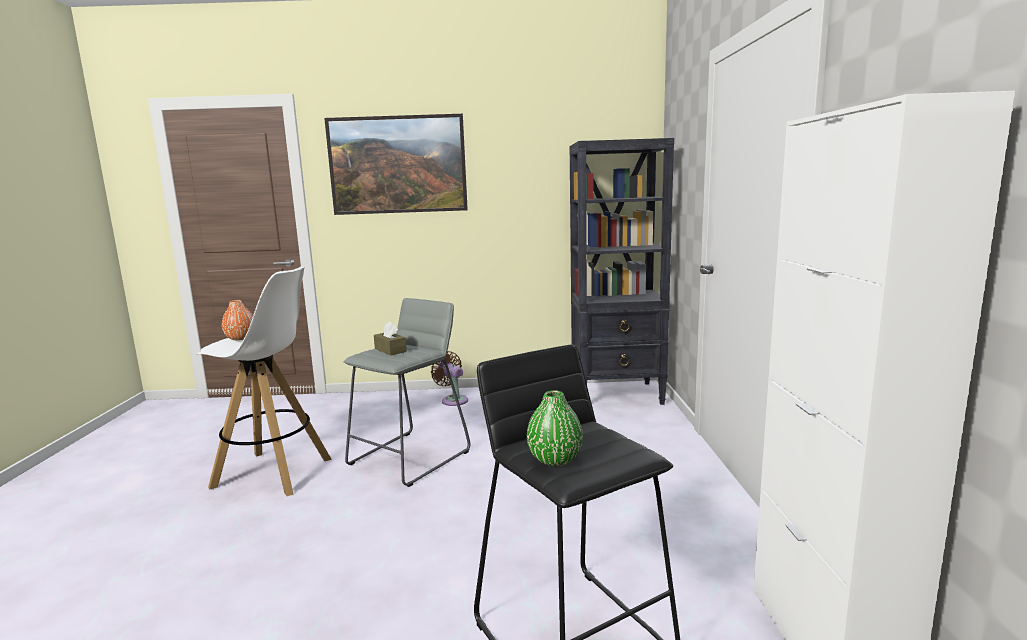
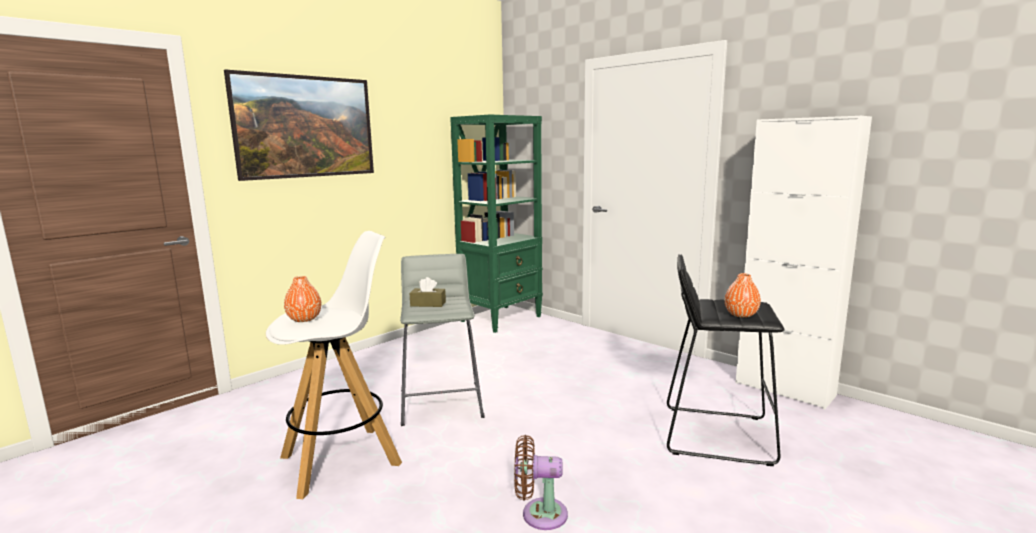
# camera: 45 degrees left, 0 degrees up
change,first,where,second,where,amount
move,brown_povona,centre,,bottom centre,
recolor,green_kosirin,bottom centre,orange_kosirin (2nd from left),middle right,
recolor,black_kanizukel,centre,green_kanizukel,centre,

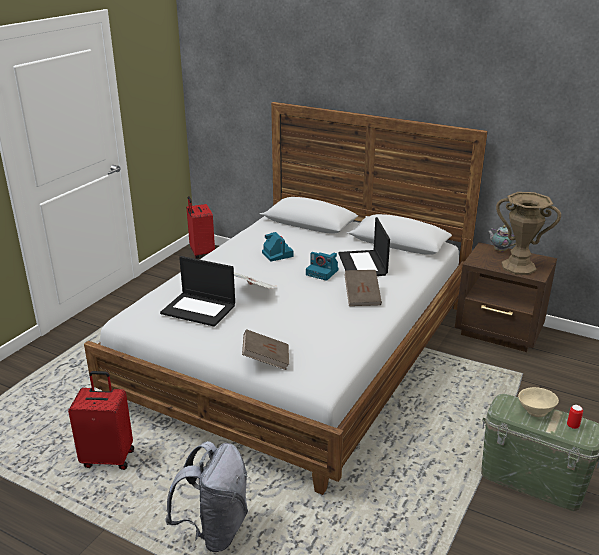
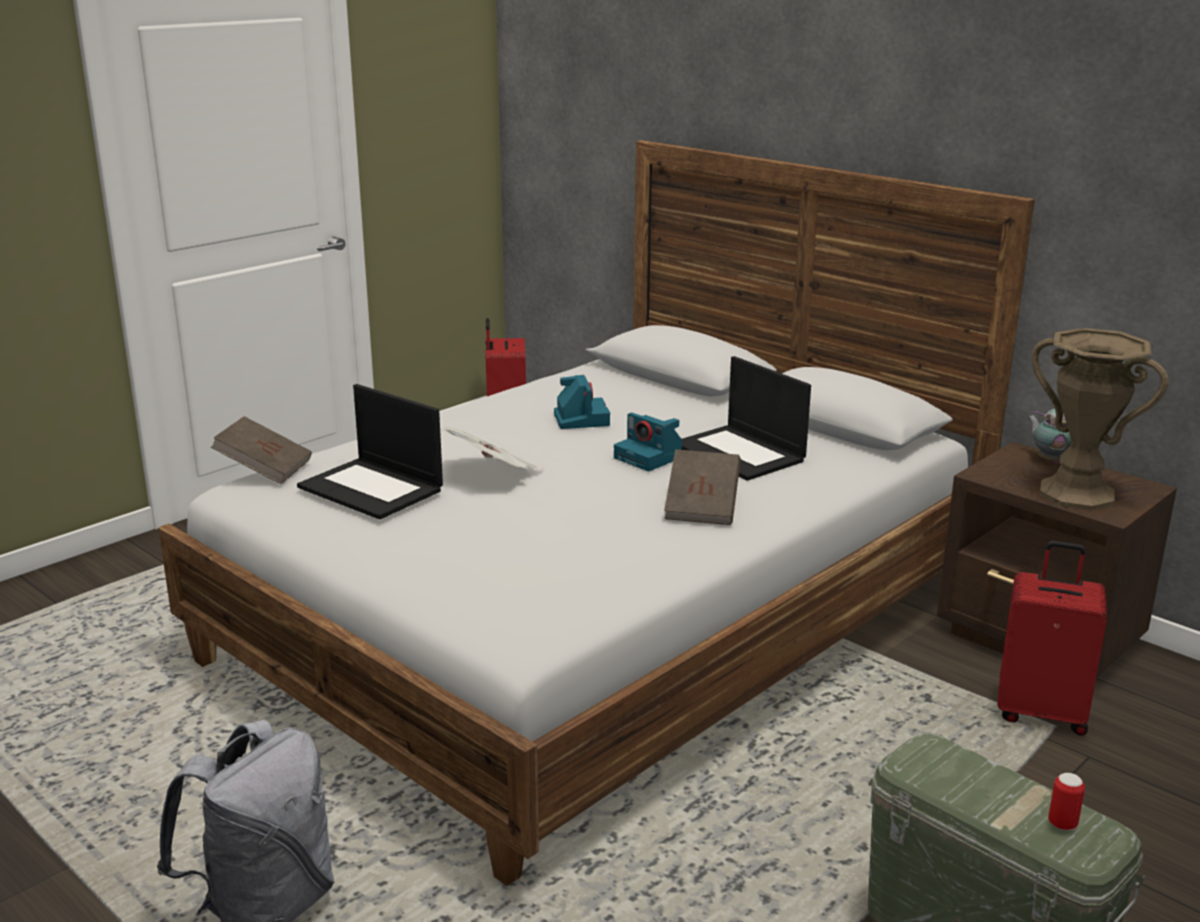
# camera: 15 degrees right, 5 degrees down
change,first,where,second,where,amount
move,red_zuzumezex (1st from left in the first image),bottom left,red_zuzumezex (2nd from left),bottom right,
move,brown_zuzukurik (1st from left),centre,,middle left,
rotate,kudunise (2nd from left),centre,,centre,45 degrees counterclockwise
delete,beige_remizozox,bottom right,,,

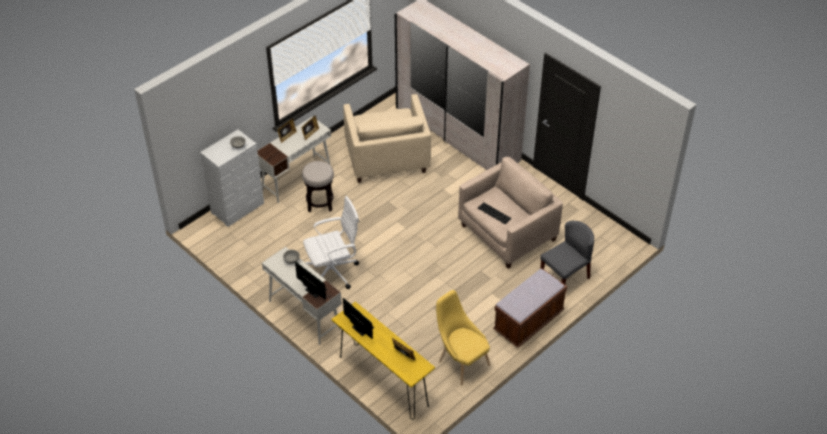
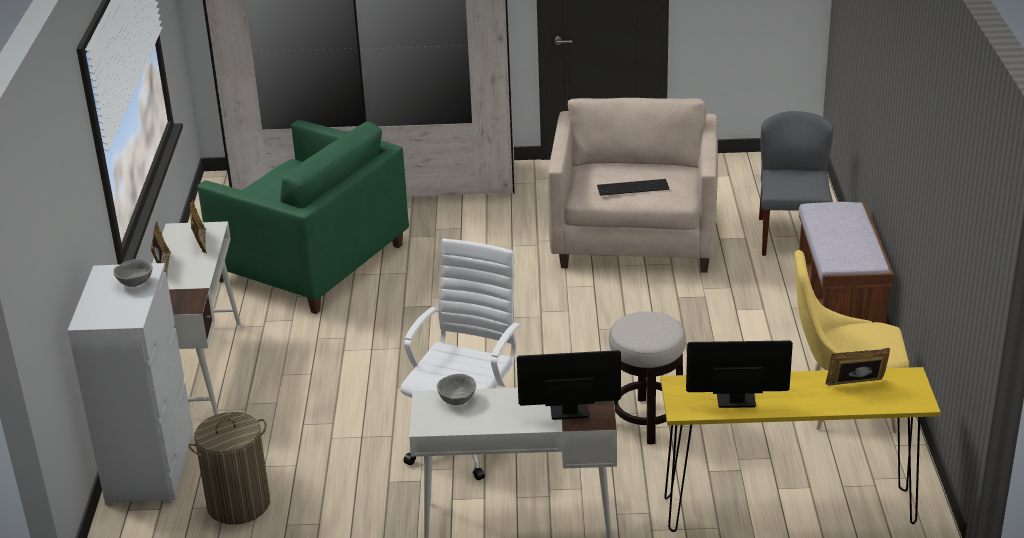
# camera: 45 degrees left, 15 degrees down
change,first,where,second,where,amount
move,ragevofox,centre,,bottom centre,
recolor,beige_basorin (1st from left),top centre,green_basorin,middle left,
insert,,,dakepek,bottom left,

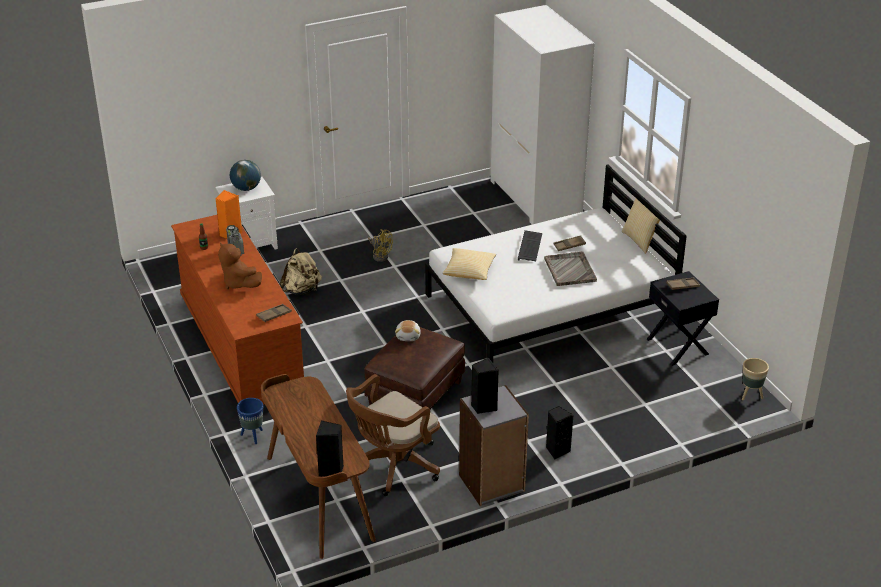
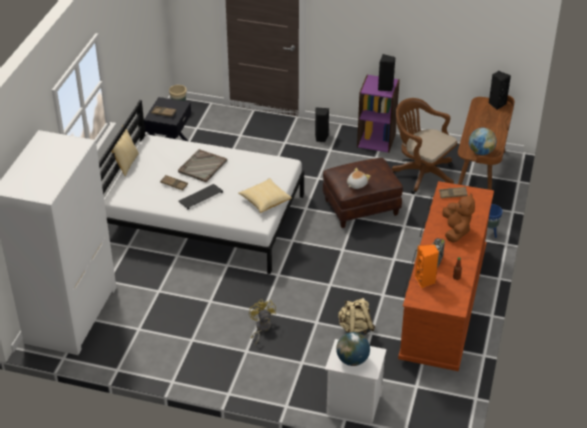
# camera: 140 degrees left, 5 degrees up
change,first,where,second,where,amount
rotate,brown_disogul,bottom centre,,middle right,135 degrees counterclockwise
recolor,grey_kanizukel,bottom centre,purple_kanizukel,top centre,
insert,,,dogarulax (2nd from left),top right,

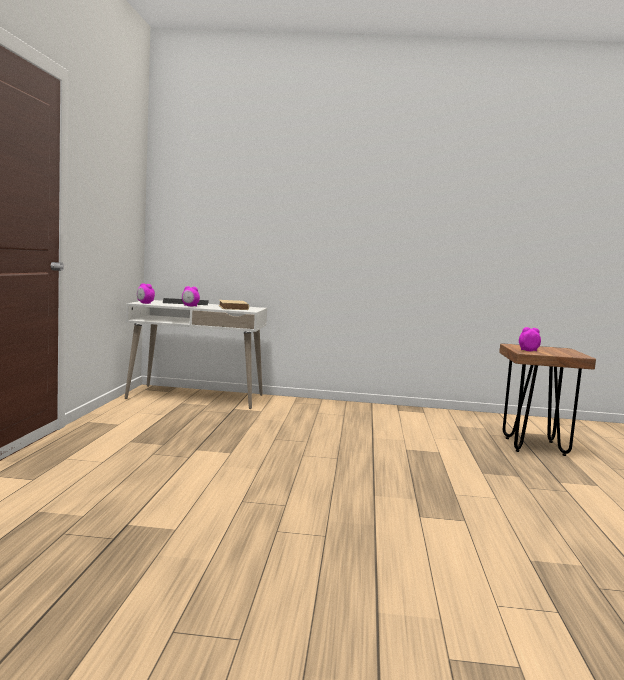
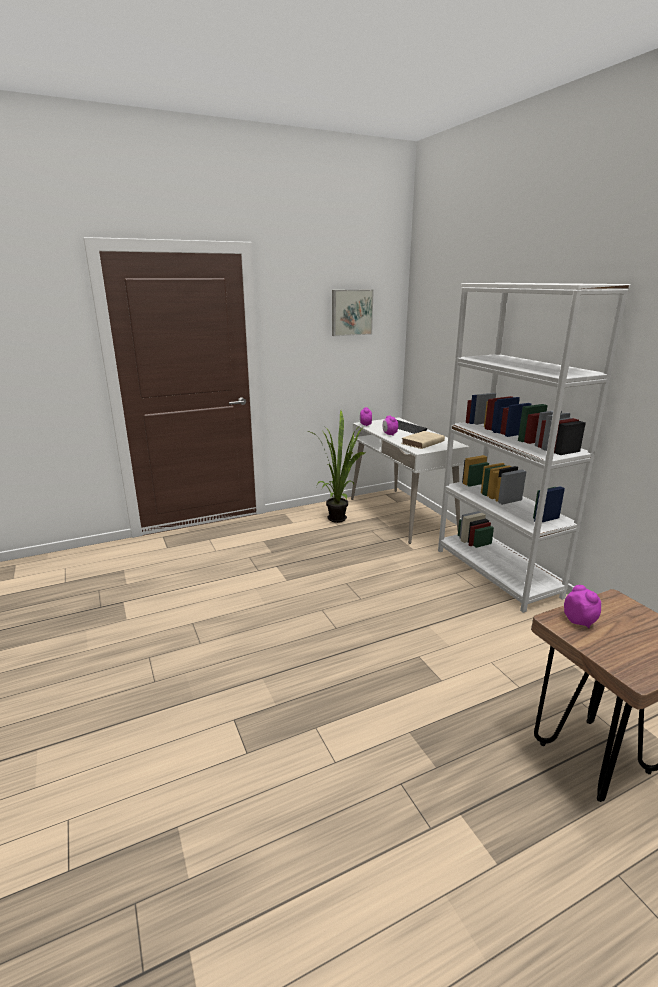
# camera: 60 degrees right, 15 degrees up
change,first,where,second,where,amount
insert,,,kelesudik,centre,
insert,,,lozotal,top centre,
insert,,,white_kanizukel,middle right,

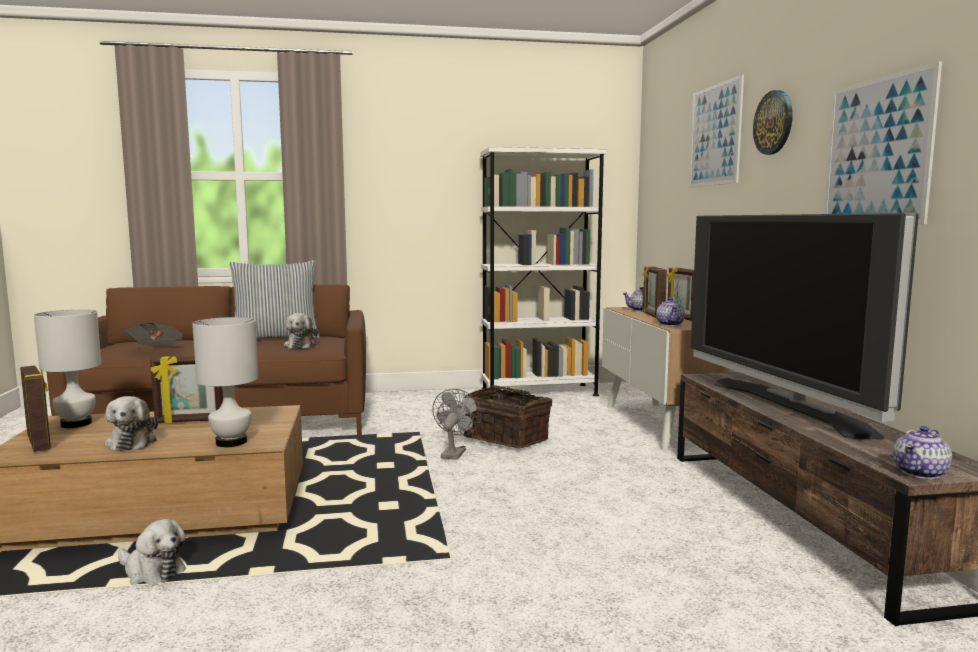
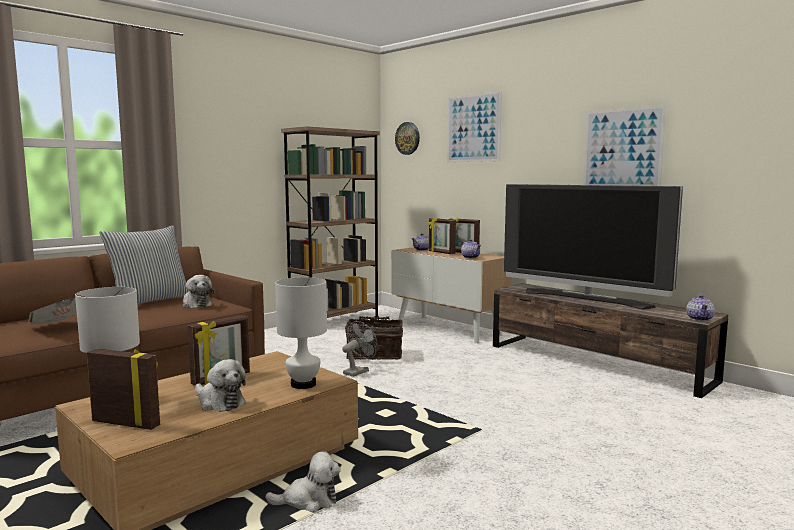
# camera: 35 degrees left, 0 degrees up
change,first,where,second,where,amount
rotate,grey_povona,centre,,centre,60 degrees clockwise
recolor,white_kanizukel,centre,brown_kanizukel,centre,
move,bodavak,top right,,top centre,

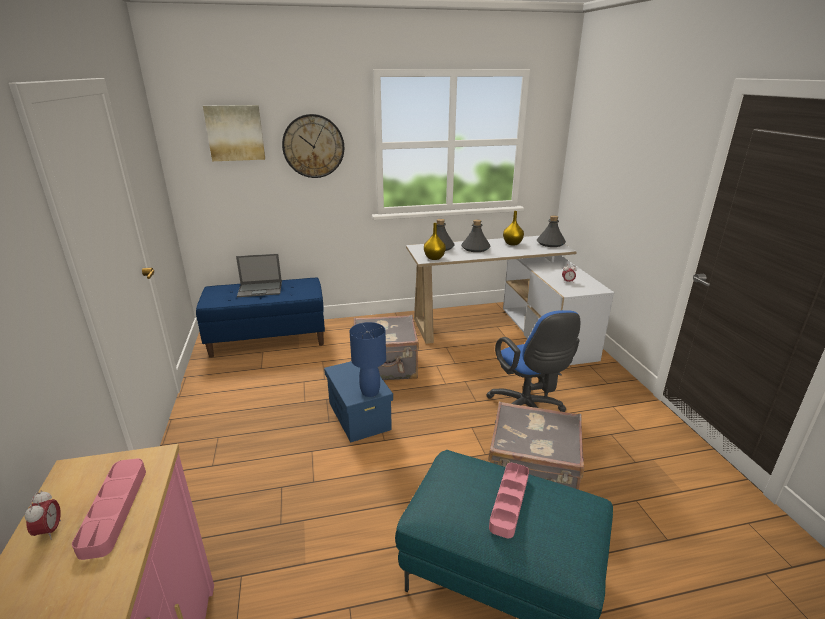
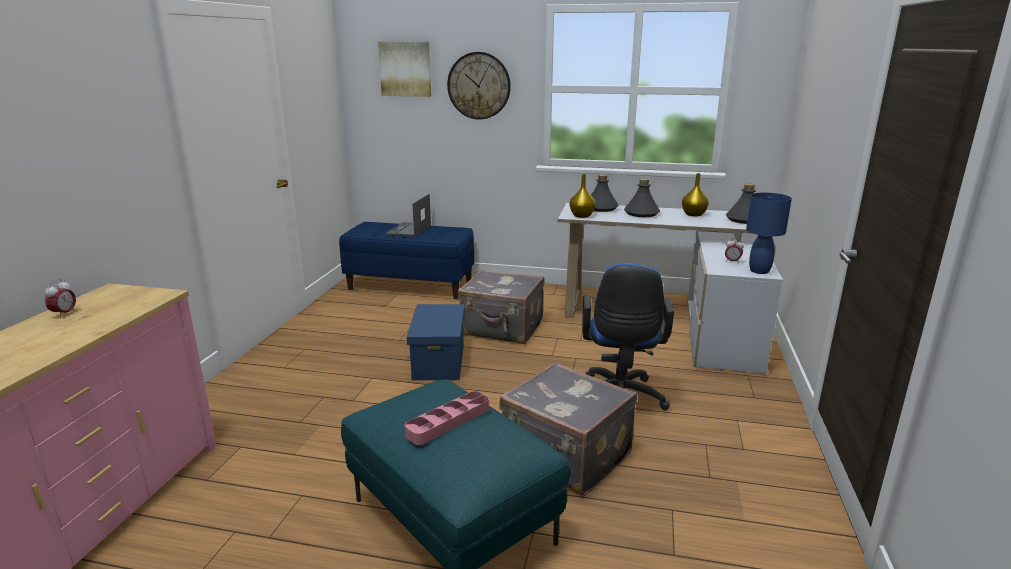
# camera: 25 degrees right, 5 degrees down
change,first,where,second,where,amount
delete,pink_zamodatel (1st from left),bottom left,,,
rotate,kudunise,middle left,,centre,90 degrees clockwise
move,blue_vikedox,centre,,middle right,

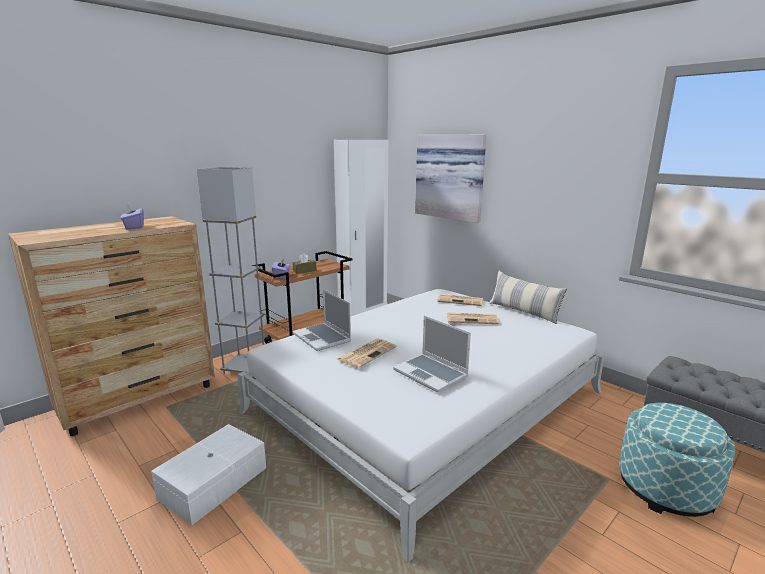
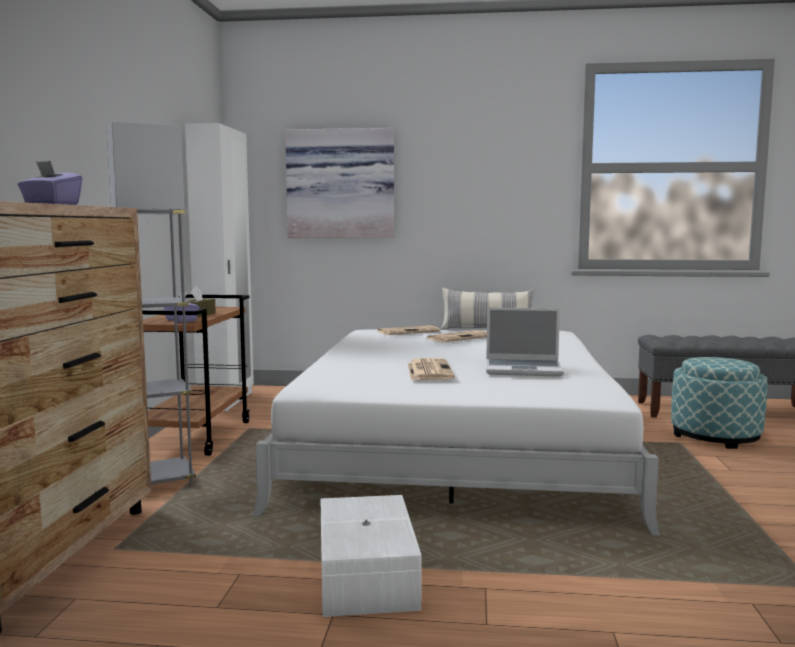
# camera: 40 degrees left, 10 degrees down
change,first,where,second,where,amount
delete,kudunise (1st from left),centre,,,

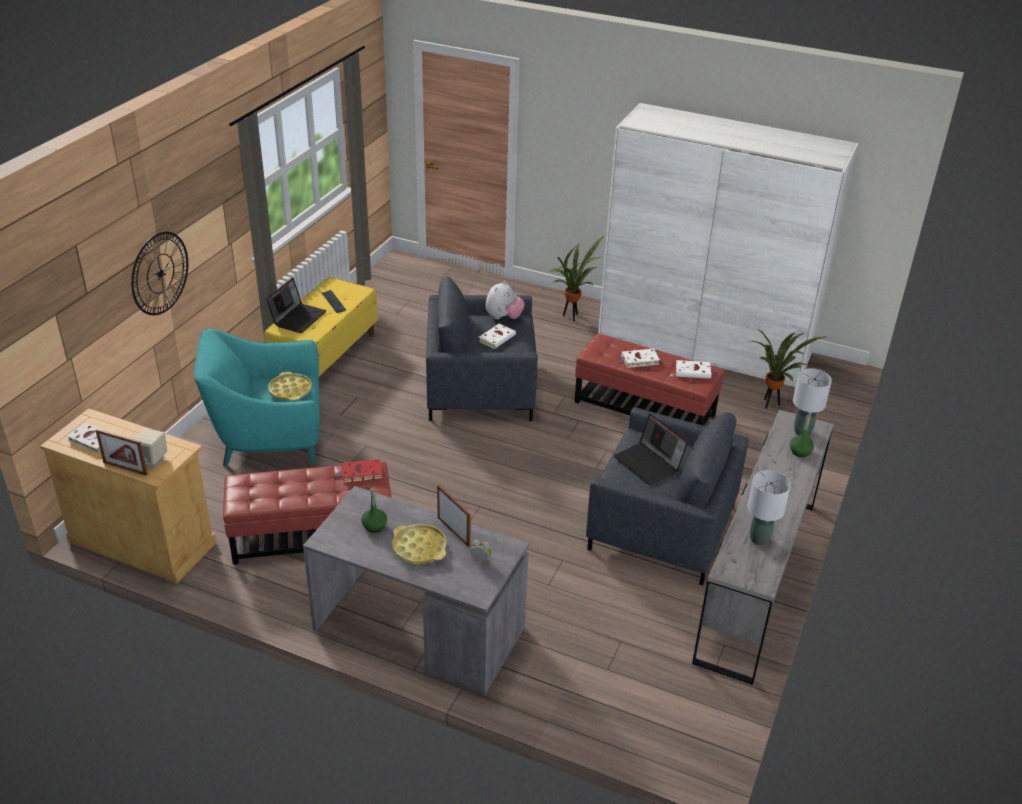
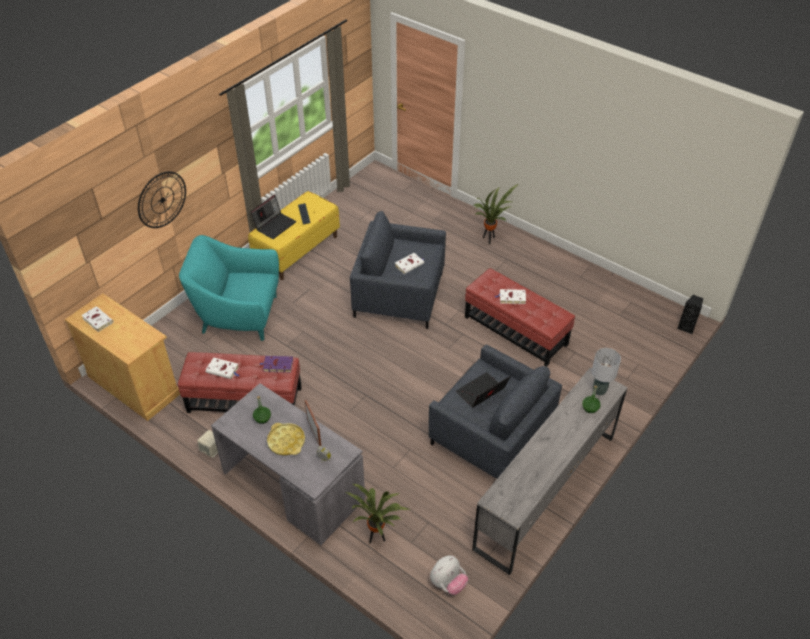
# camera: 15 degrees right, 10 degrees up
change,first,where,second,where,amount
delete,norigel (1st from left),middle left,,,
move,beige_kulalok,middle left,,bottom left,
delete,yellow_zamodatel (1st from left),middle left,,,
recolor,red_zuzukurik,centre,purple_zuzukurik,centre,
move,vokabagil,centre,,bottom centre,
delete,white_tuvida,top right,,,
rotate,kudunise (2nd from left),centre,,centre,75 degrees clockwise
move,white_zuzukurik (4th from left in the first image),middle right,white_zuzukurik (2nd from left),middle left,
delete,grey_vikedox (1st from left),middle right,,,
move,kelesudik (2nd from left in the first image),middle right,kelesudik (1st from left),bottom centre,
insert,,,black_kulalok,middle right,

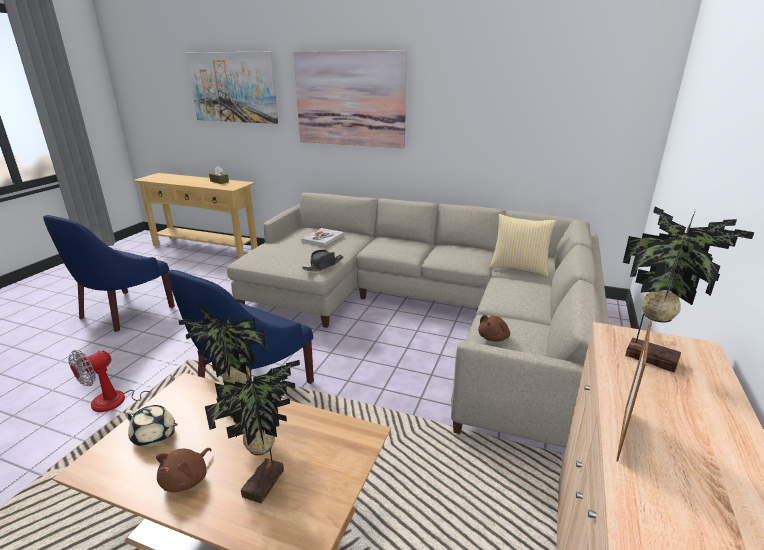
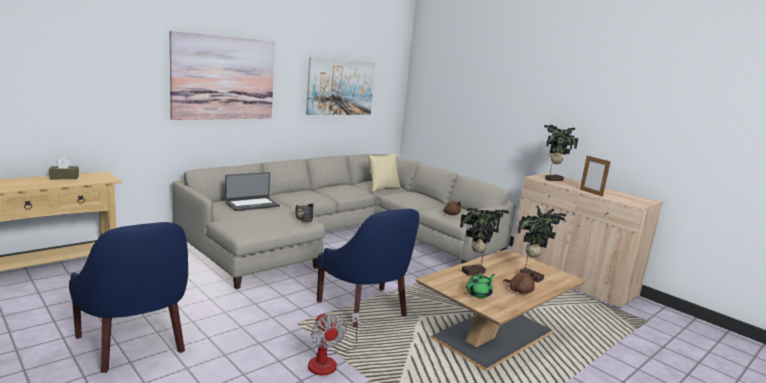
# camera: 65 degrees left, 10 degrees down
change,first,where,second,where,amount
recolor,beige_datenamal,bottom left,green_datenamal,bottom centre,
move,lozotal (1st from left in the first image),top left,lozotal (2nd from left),top centre,
replace,zuzukurik,centre,kudunise,middle left,

